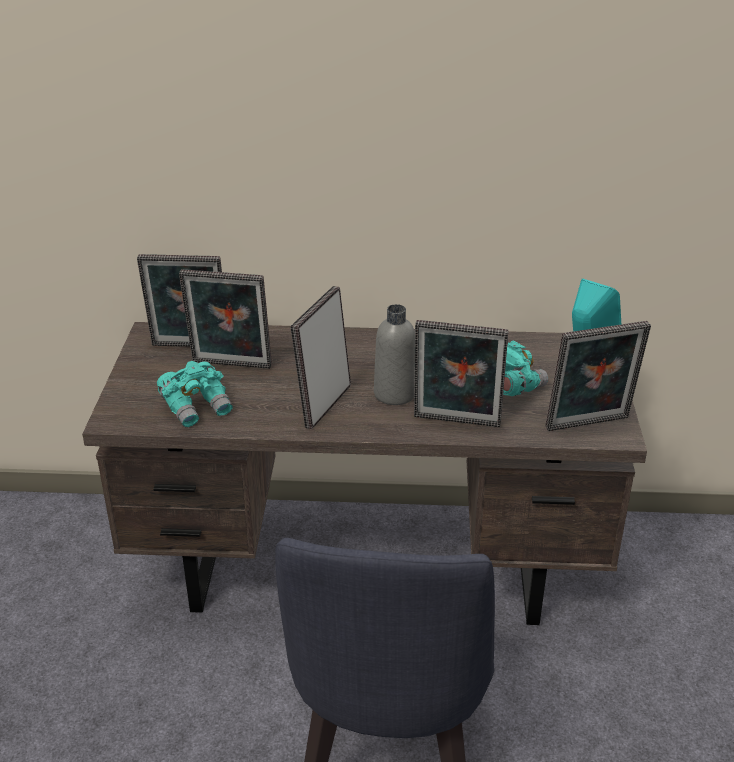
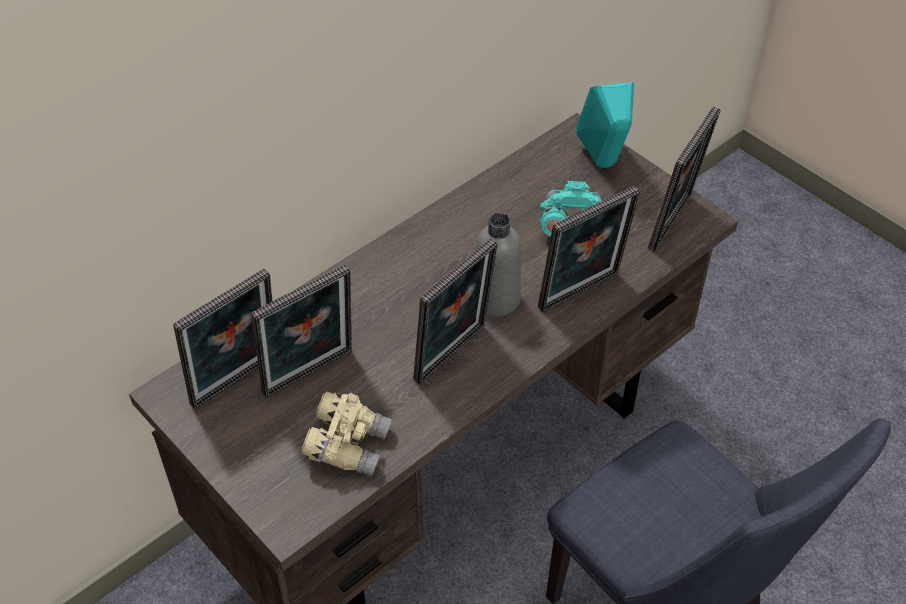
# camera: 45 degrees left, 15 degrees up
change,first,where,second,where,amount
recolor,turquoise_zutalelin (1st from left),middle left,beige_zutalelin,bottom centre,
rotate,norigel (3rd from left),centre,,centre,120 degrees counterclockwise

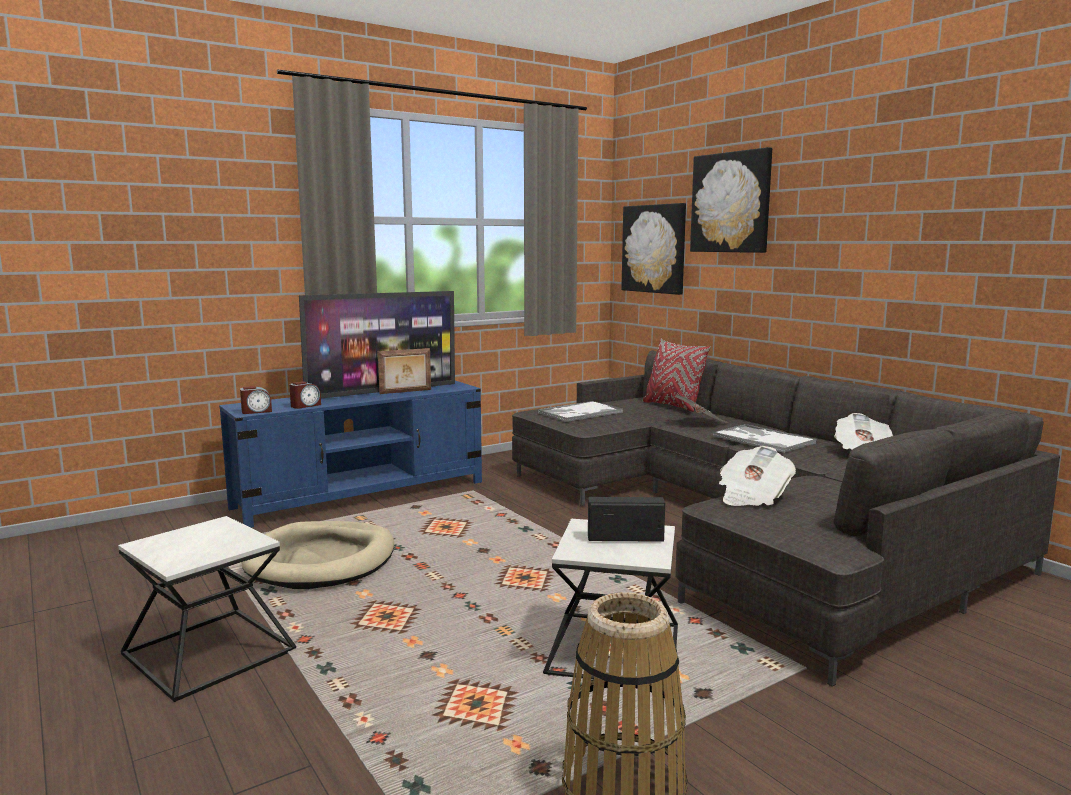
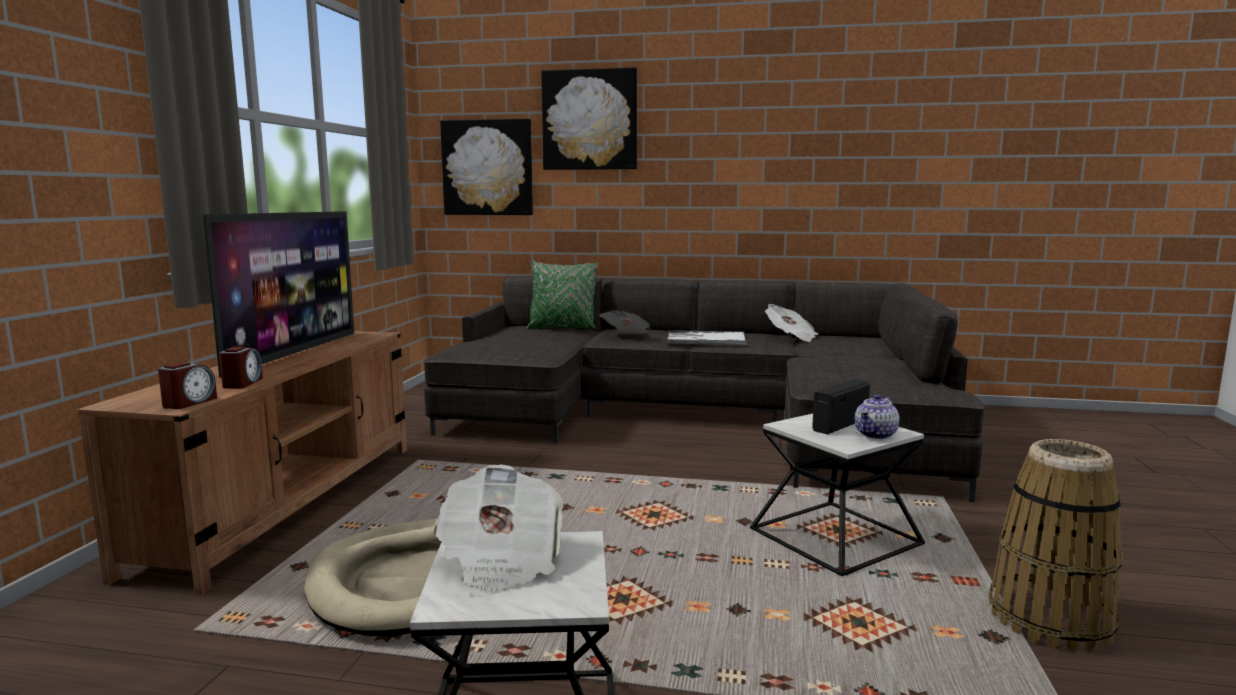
# camera: 45 degrees left, 0 degrees up
change,first,where,second,where,amount
recolor,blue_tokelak,middle left,brown_tokelak,middle left,
delete,norigel,centre,,,
delete,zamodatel (1st from left),centre,,,
recolor,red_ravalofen,centre,green_ravalofen,centre,
move,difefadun (2nd from left in the first image),middle right,difefadun (1st from left),bottom centre,
insert,,,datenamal,middle right,

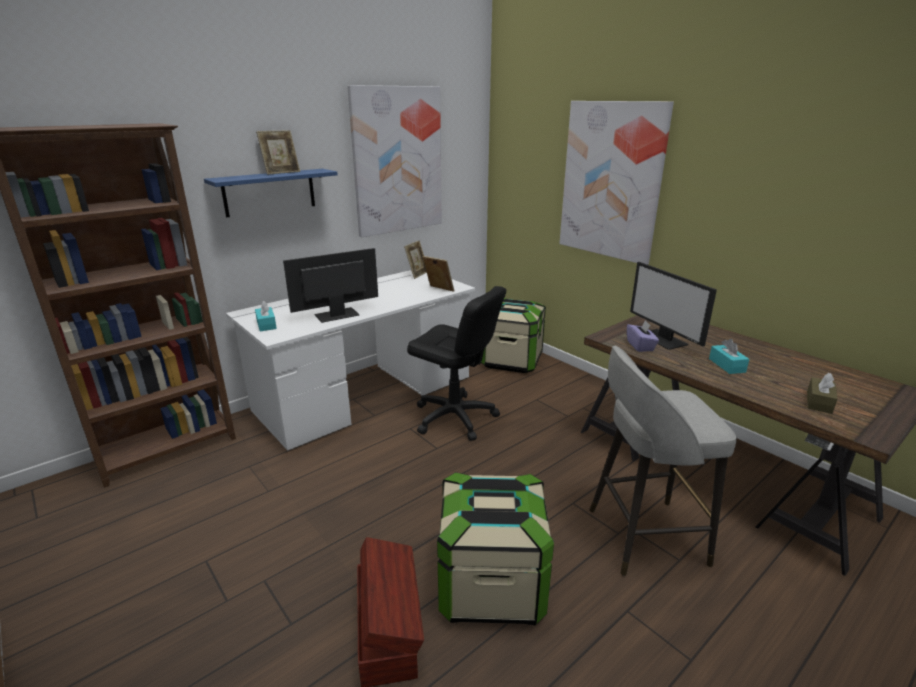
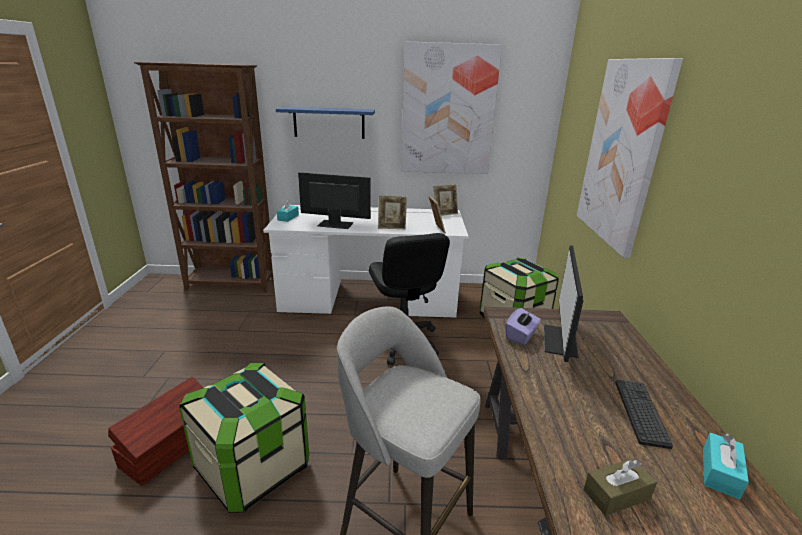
# camera: 40 degrees right, 0 degrees up
change,first,where,second,where,amount
move,norigel (1st from left),top left,,centre,
move,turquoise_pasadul (2nd from left),middle right,,bottom right,
insert,,,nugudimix,bottom right,

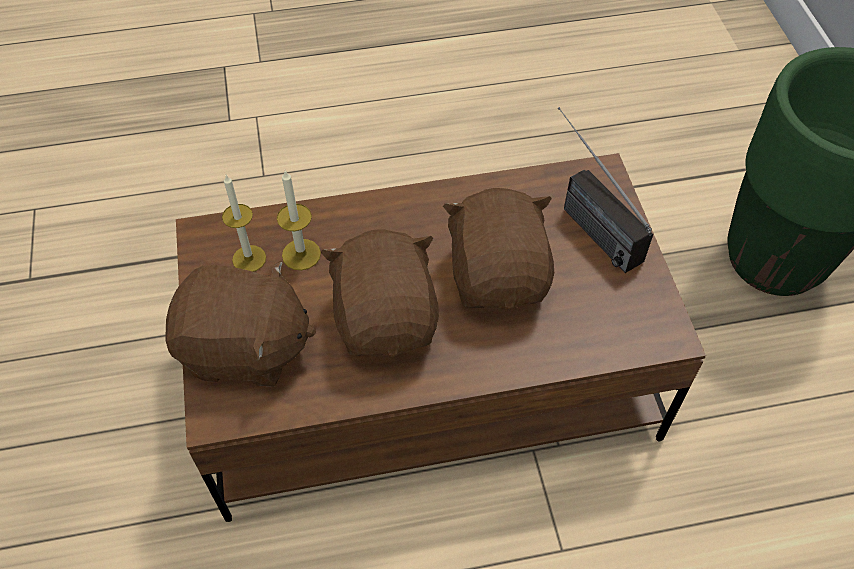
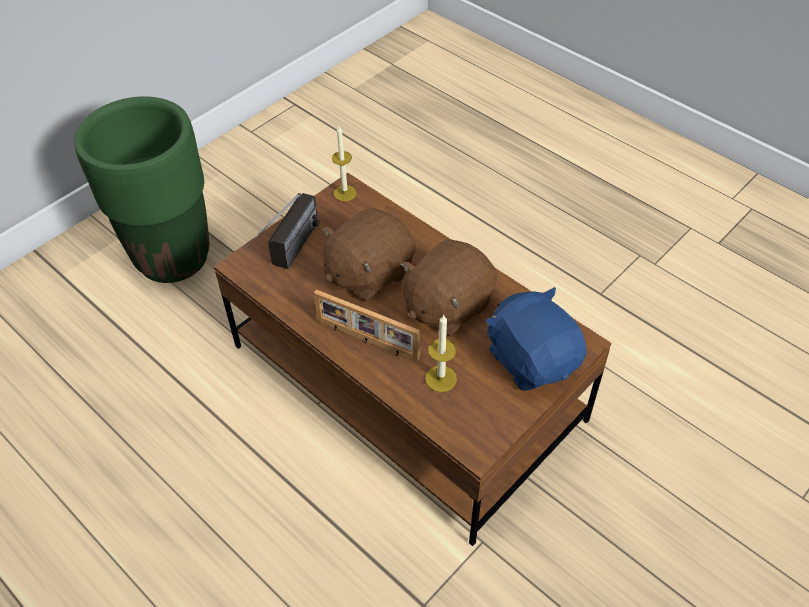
# camera: 125 degrees left, 5 degrees down
change,first,where,second,where,amount
recolor,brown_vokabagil (1st from left),middle left,blue_vokabagil,centre,
move,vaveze (1st from left),middle left,,top centre,
insert,,,norigel,centre,

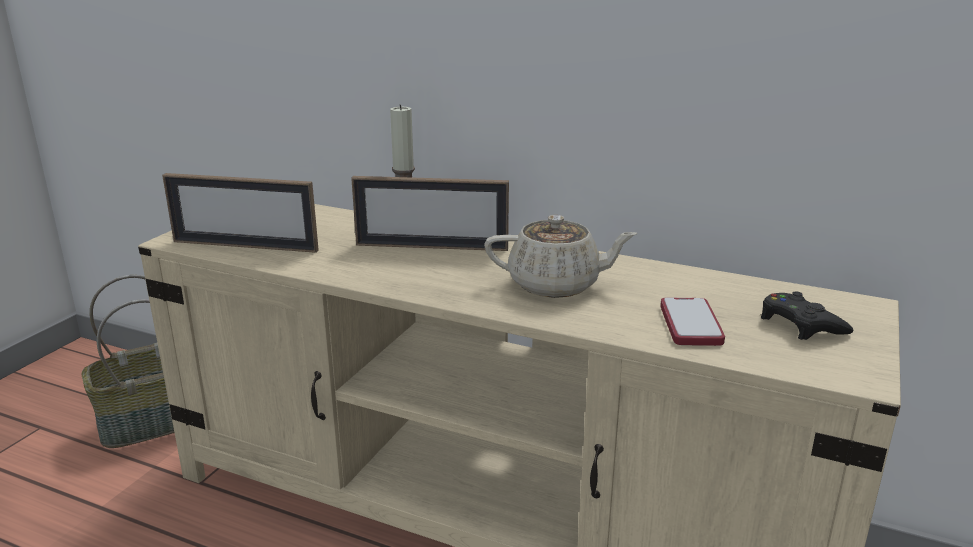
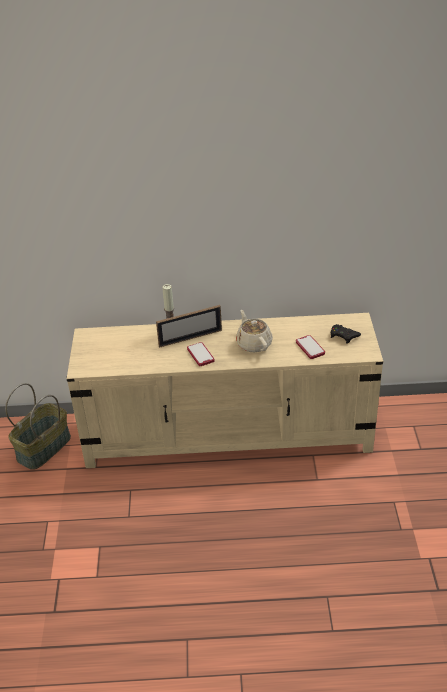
# camera: 25 degrees left, 15 degrees up
change,first,where,second,where,amount
delete,norigel (1st from left),middle left,,,
rotate,beige_datenamal,centre,,centre,90 degrees counterclockwise
insert,,,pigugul (1st from left),centre,

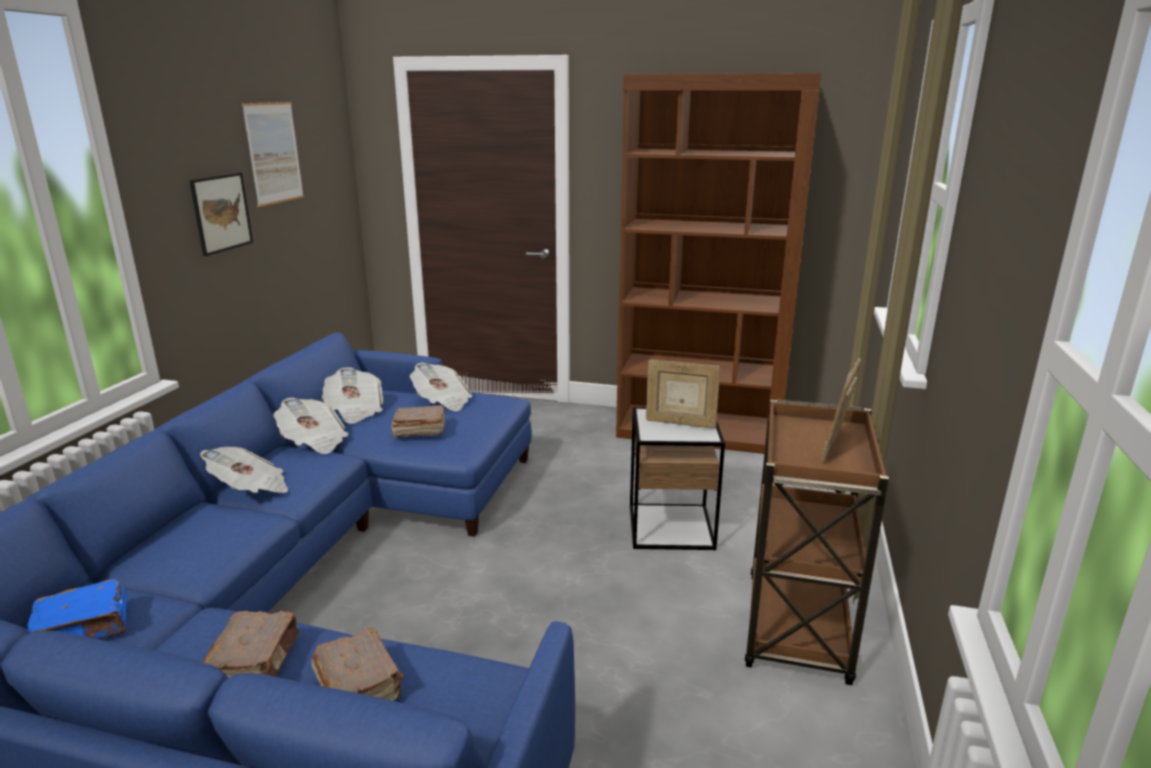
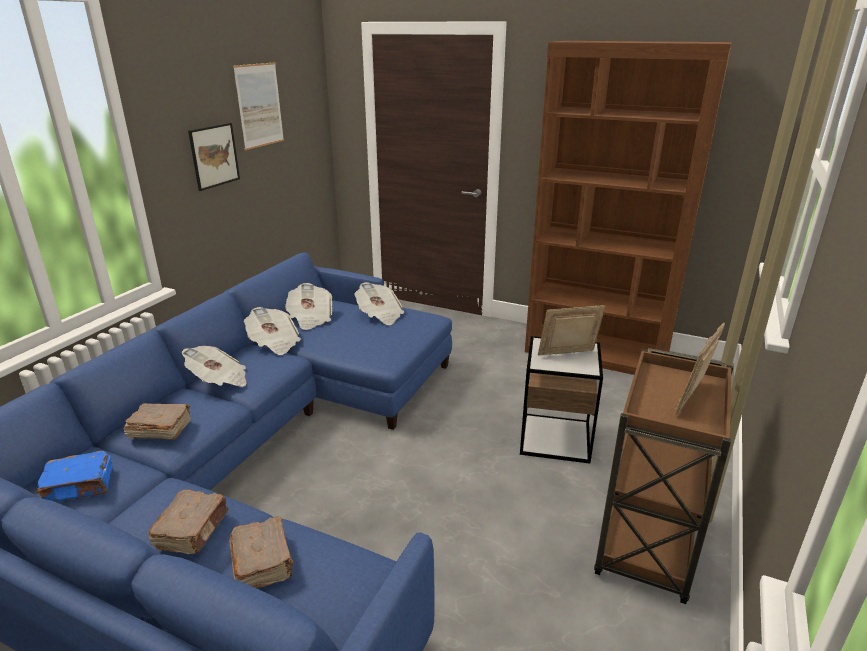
# camera: 10 degrees right, 5 degrees up
change,first,where,second,where,amount
move,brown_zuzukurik (3rd from left in the first image),centre,brown_zuzukurik (1st from left),middle left,
rotate,norigel (1st from left),centre,,centre,135 degrees clockwise

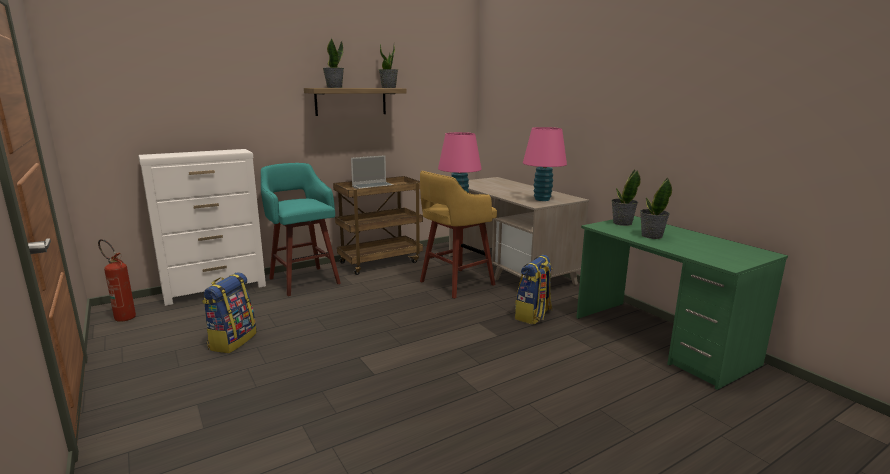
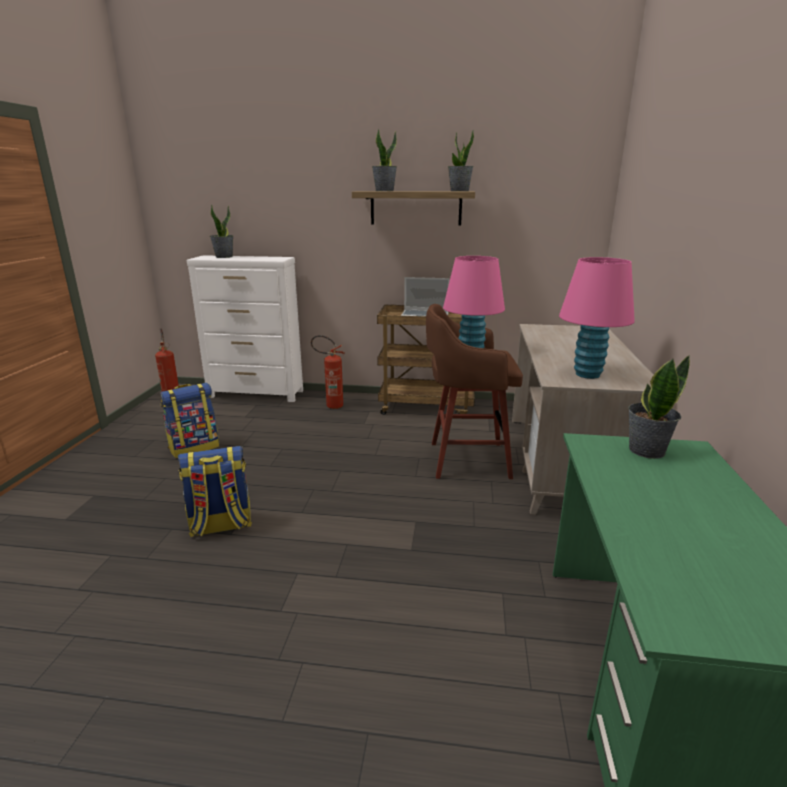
# camera: 40 degrees right, 5 degrees up
change,first,where,second,where,amount
replace,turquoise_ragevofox,centre,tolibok (2nd from left),centre,
recolor,yellow_ragevofox,centre,brown_ragevofox,centre,
move,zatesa (2nd from left),centre,,middle left,
move,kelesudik (4th from left in the first image),middle right,kelesudik (1st from left),top left,

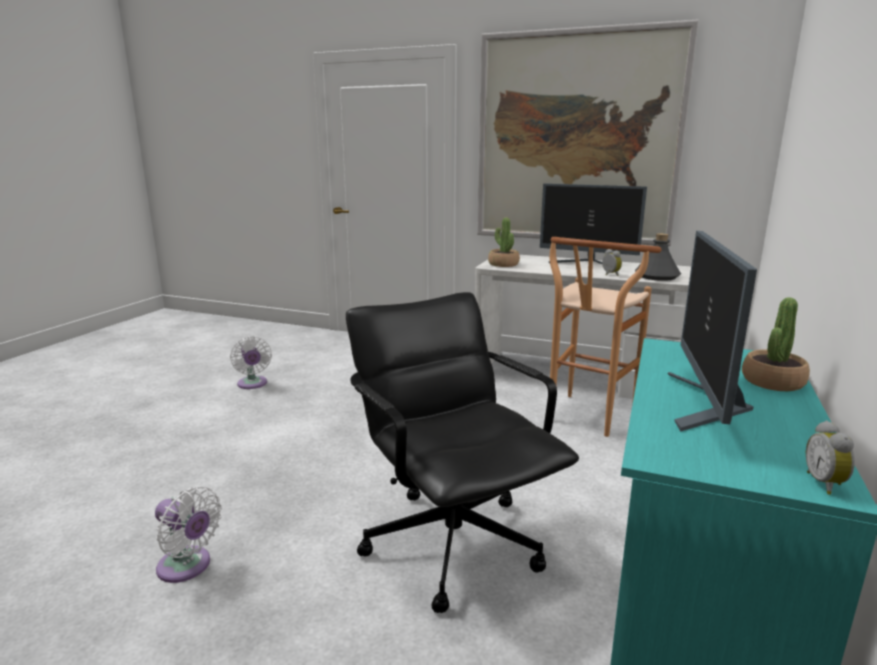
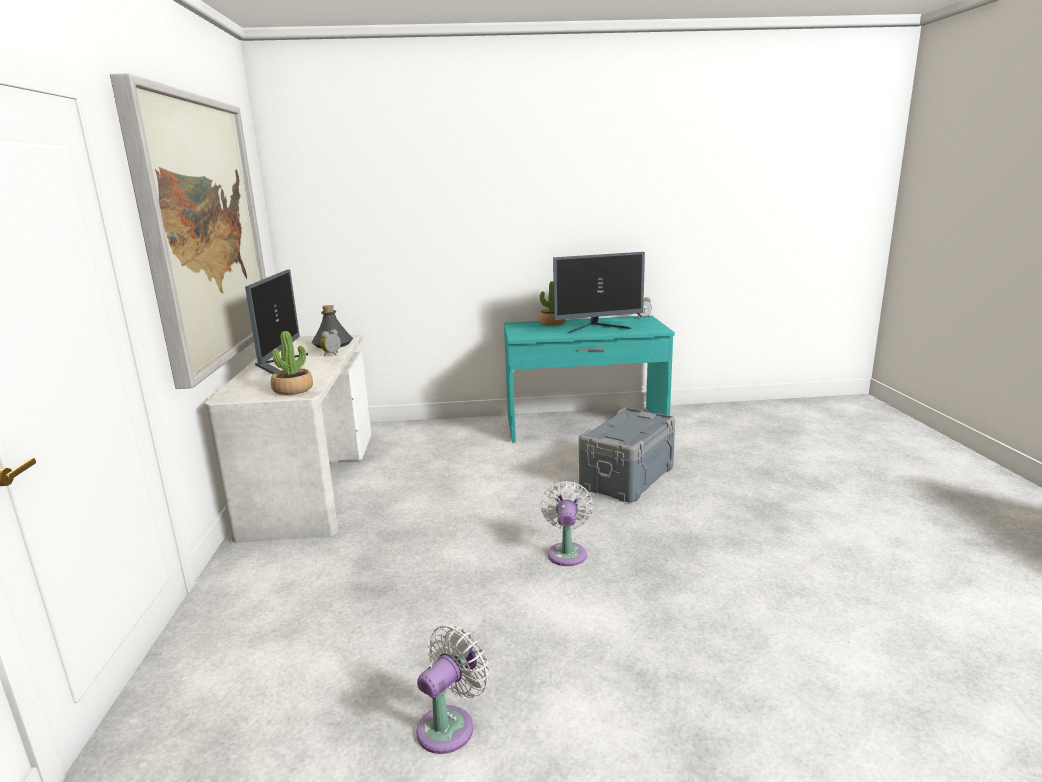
# camera: 115 degrees left, 0 degrees up
change,first,where,second,where,amount
move,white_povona (1st from left in the first image),bottom left,white_povona (2nd from left),bottom centre,
replace,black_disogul,bottom centre,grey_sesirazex,centre,
delete,brown_ragevofox,middle right,,,

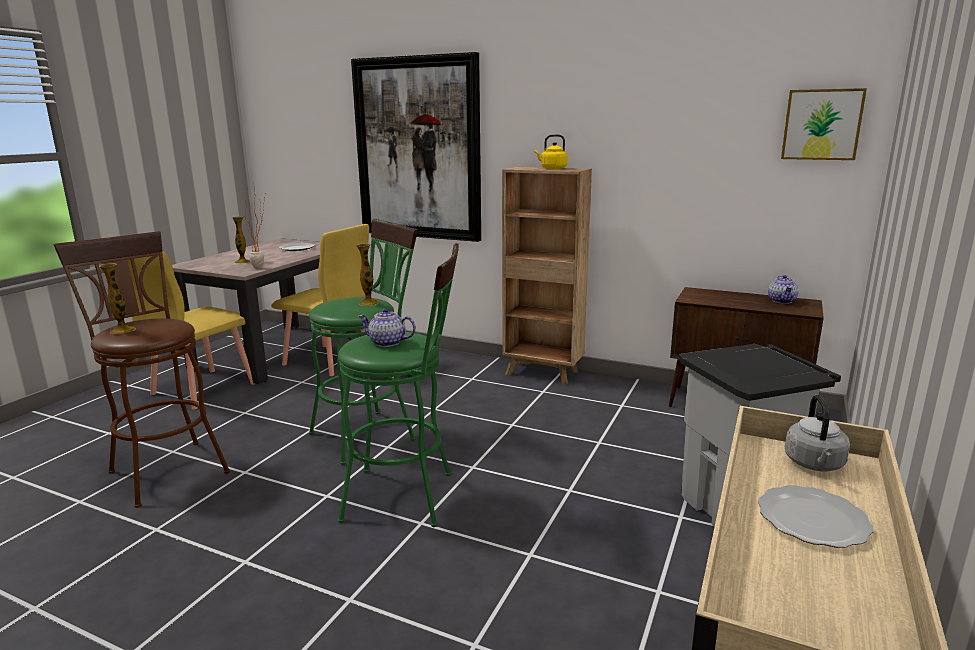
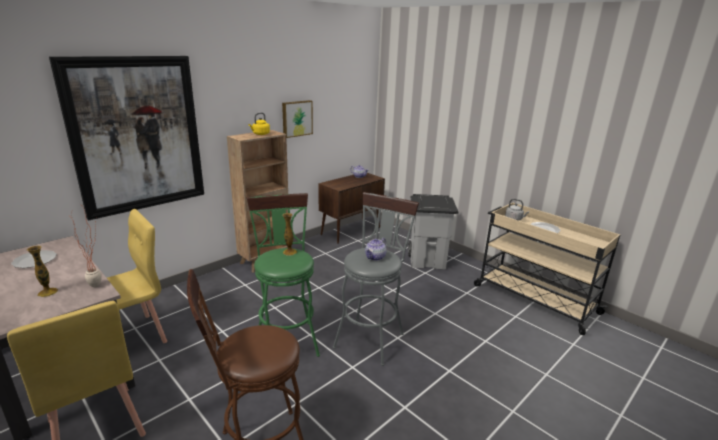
# camera: 70 degrees left, 5 degrees up
change,first,where,second,where,amount
delete,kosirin (1st from left),middle left,,,
recolor,green_ragevofox (2nd from left),centre,grey_ragevofox,centre,
move,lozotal (2nd from left),top right,,top centre,

